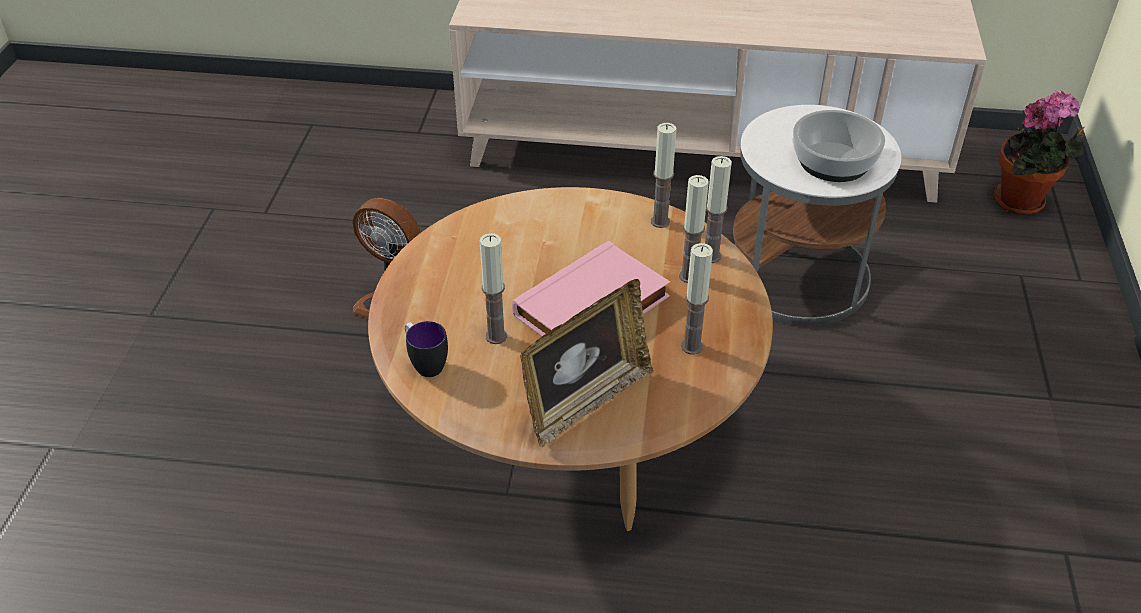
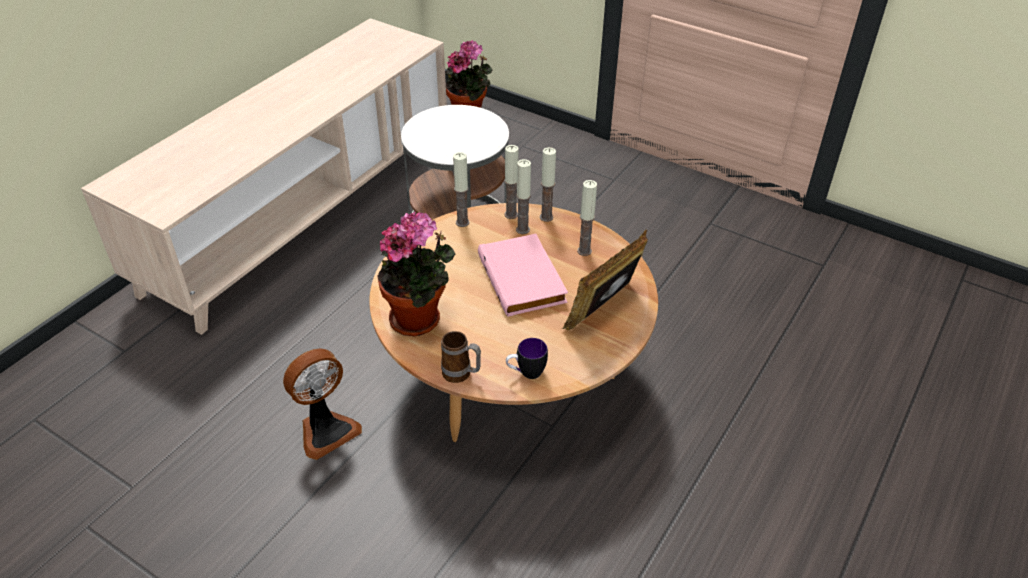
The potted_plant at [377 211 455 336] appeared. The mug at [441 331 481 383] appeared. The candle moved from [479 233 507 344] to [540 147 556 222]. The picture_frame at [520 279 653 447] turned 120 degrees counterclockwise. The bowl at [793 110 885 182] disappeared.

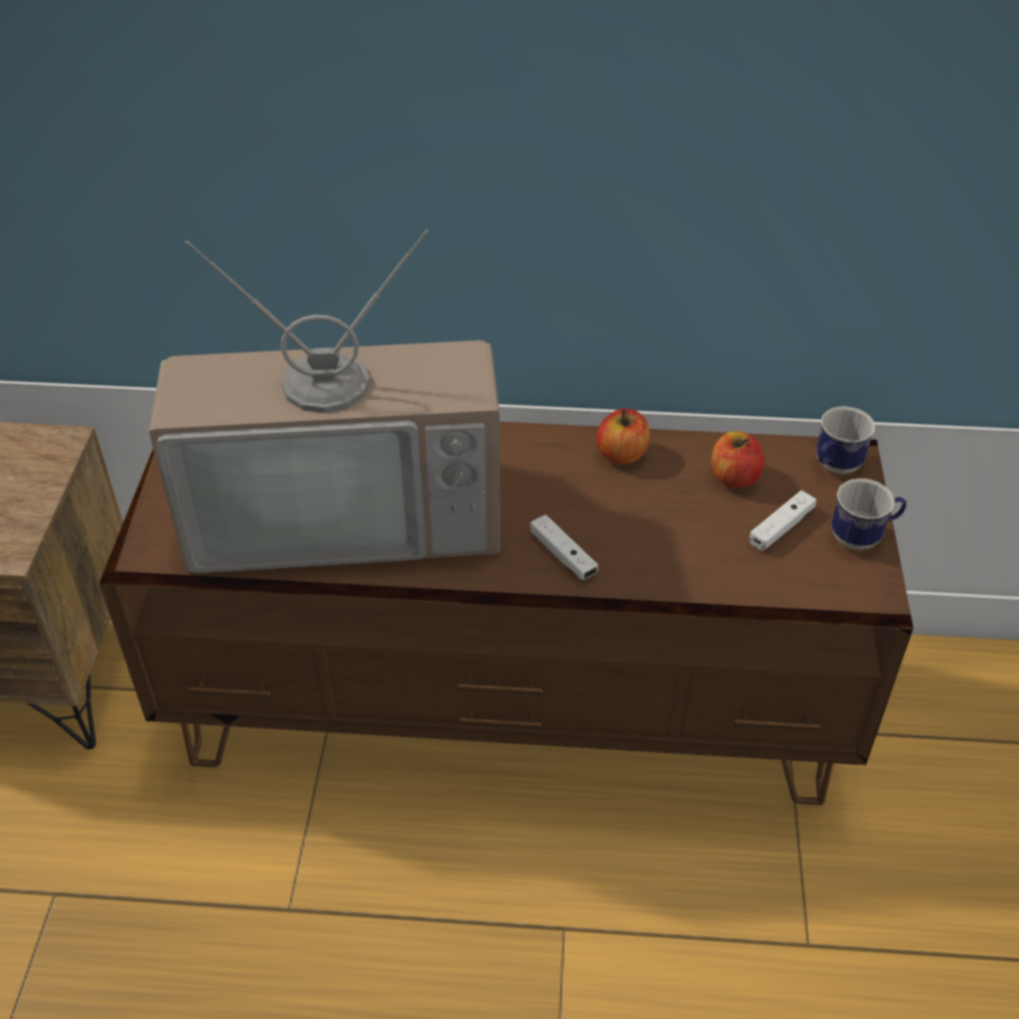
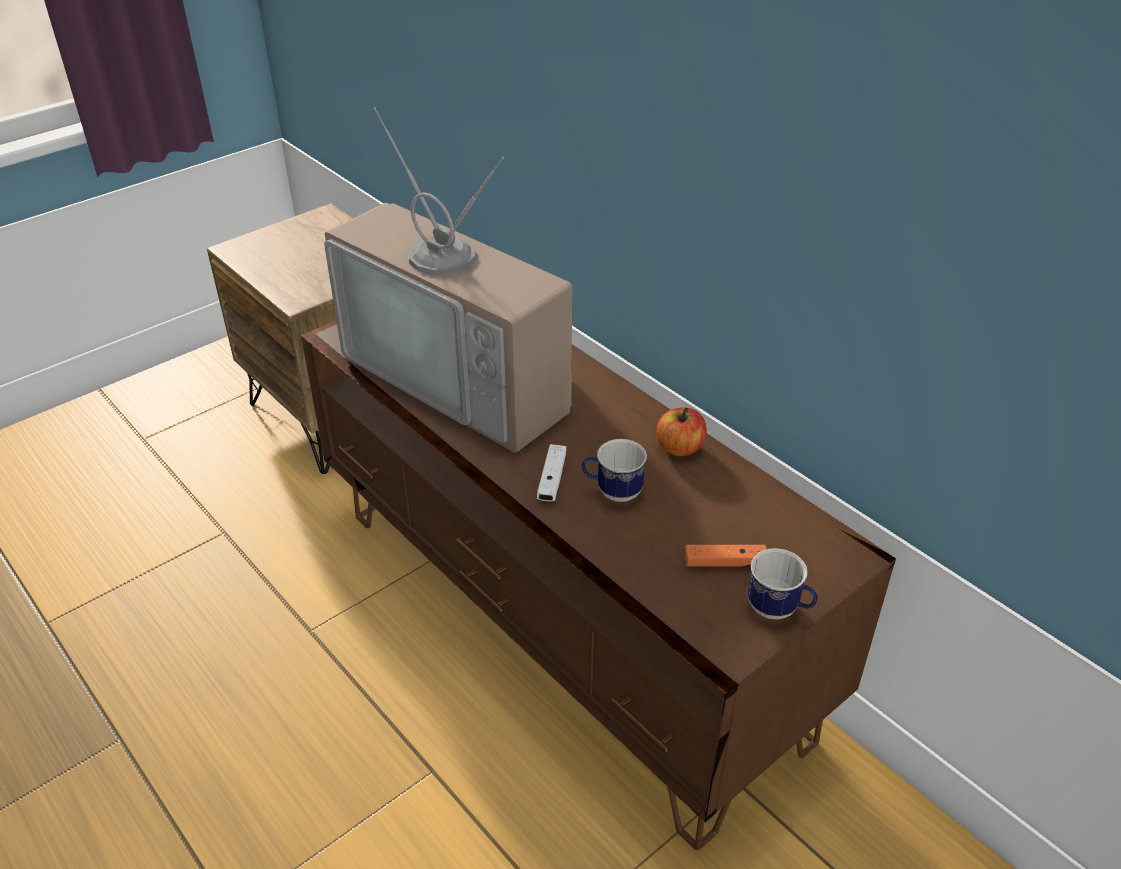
The mug moved from [816 406 875 474] to [582 439 647 502]. The white_game_controller at [749 490 817 551] became the orange_game_controller at [685 545 767 567]. The apple at [711 431 765 488] disappeared.

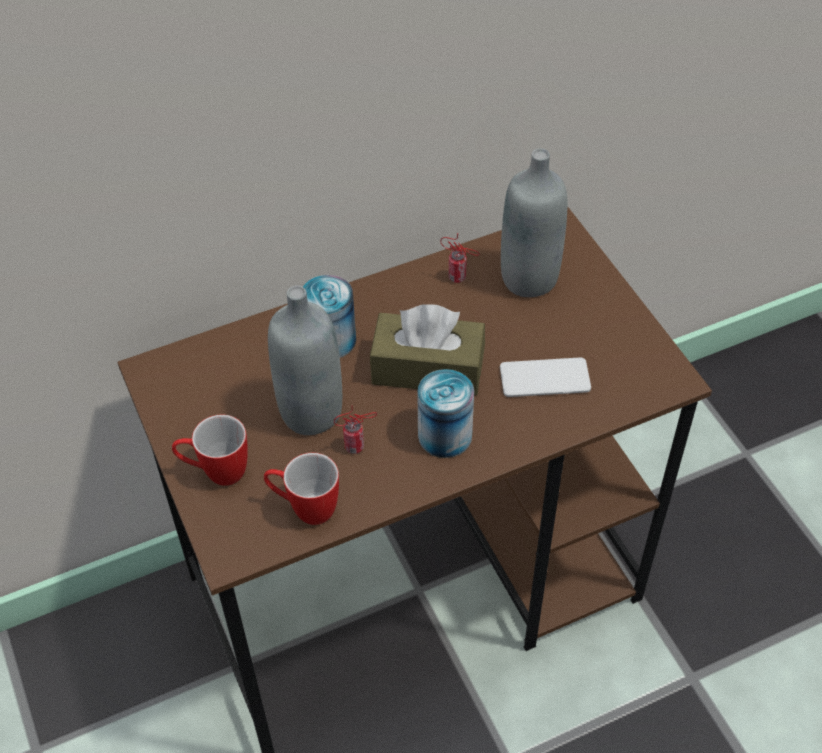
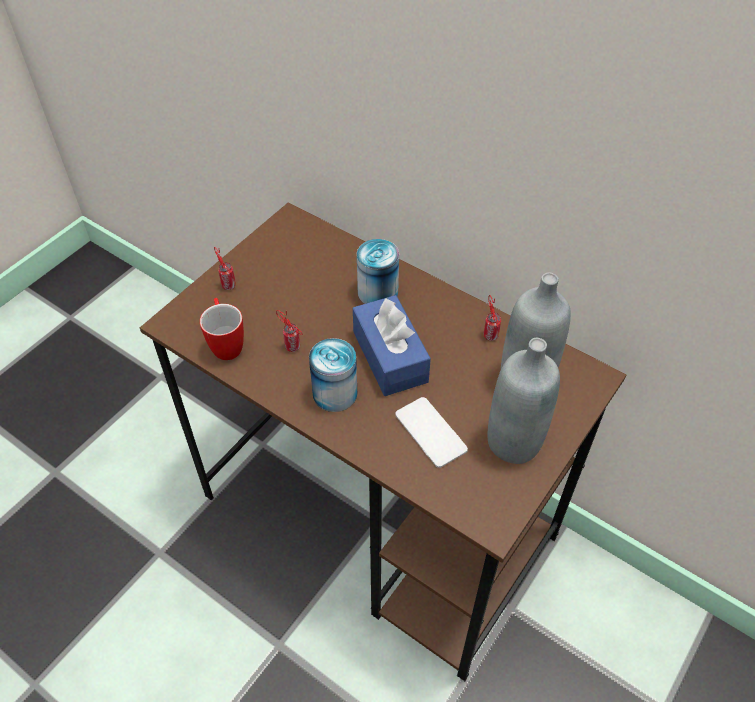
The mug at [172 415 248 486] was replaced by the can at [214 247 236 290]. The brown_tissue_box at [370 304 485 395] became the blue_tissue_box at [353 295 431 396]. The grey_bottle moved from [268 285 342 435] to [487 338 560 464].

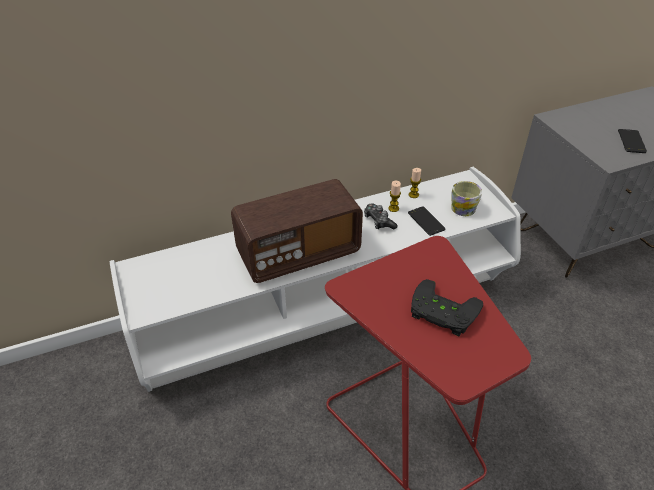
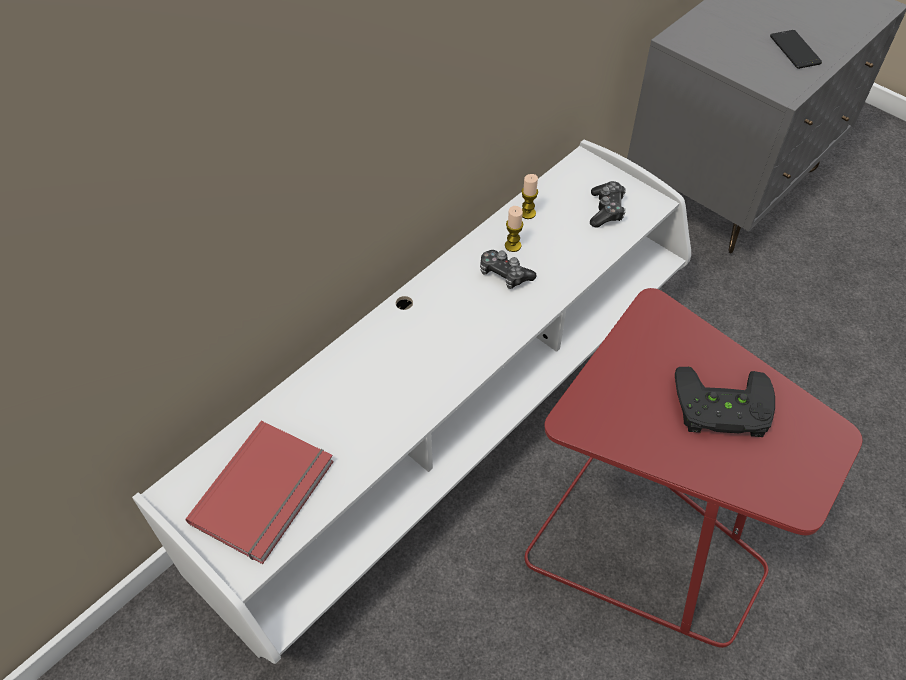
The red_book at [185 421 334 564] appeared. The mug at [451 181 482 216] was replaced by the game_controller at [590 181 626 228]. The radio at [231 179 363 283] disappeared. The phone at [408 206 445 236] disappeared.

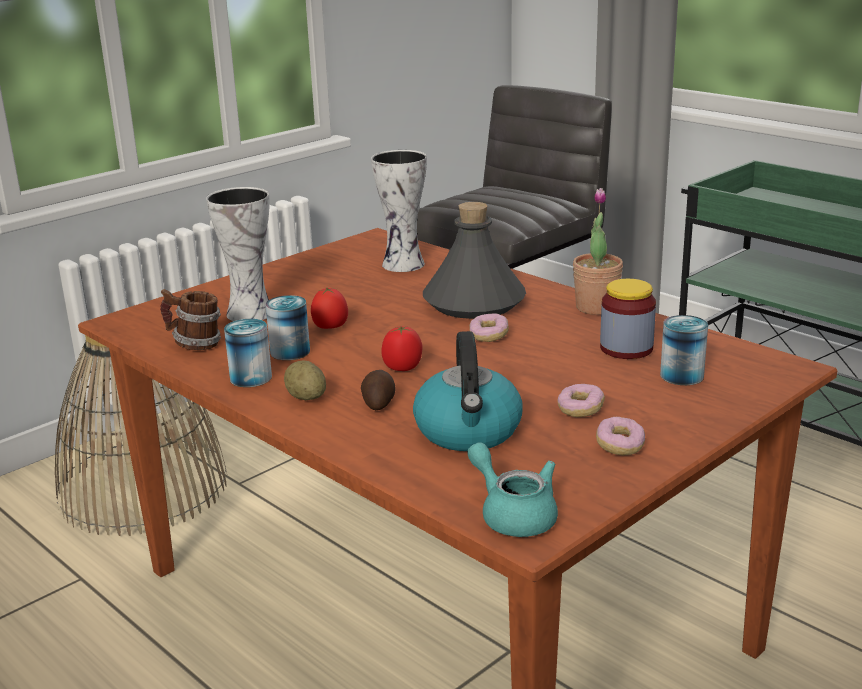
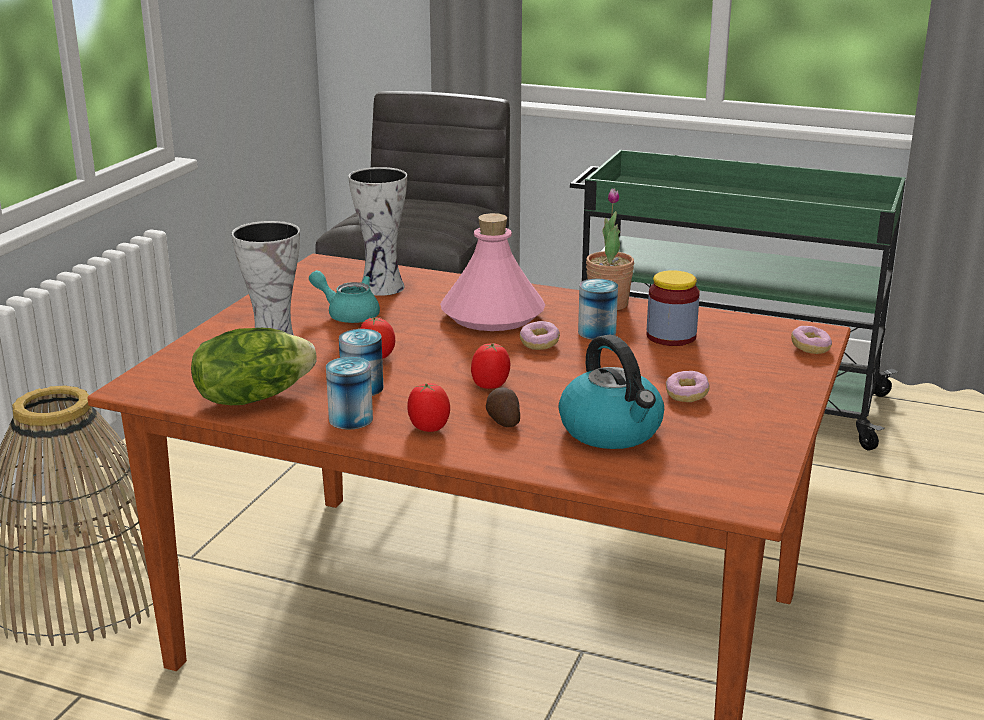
The mug at [160 289 221 350] was replaced by the lettuce at [191 328 317 405]. The turquoise_teapot moved from [467 442 558 537] to [309 270 380 323]. The potato at [284 361 326 400] was replaced by the tomato at [407 383 450 432]. The grey_bottle at [423 202 526 319] became the pink_bottle at [440 213 545 331]. The can moved from [660 315 708 385] to [578 279 618 340]. The donut moved from [596 417 645 455] to [791 326 832 354].

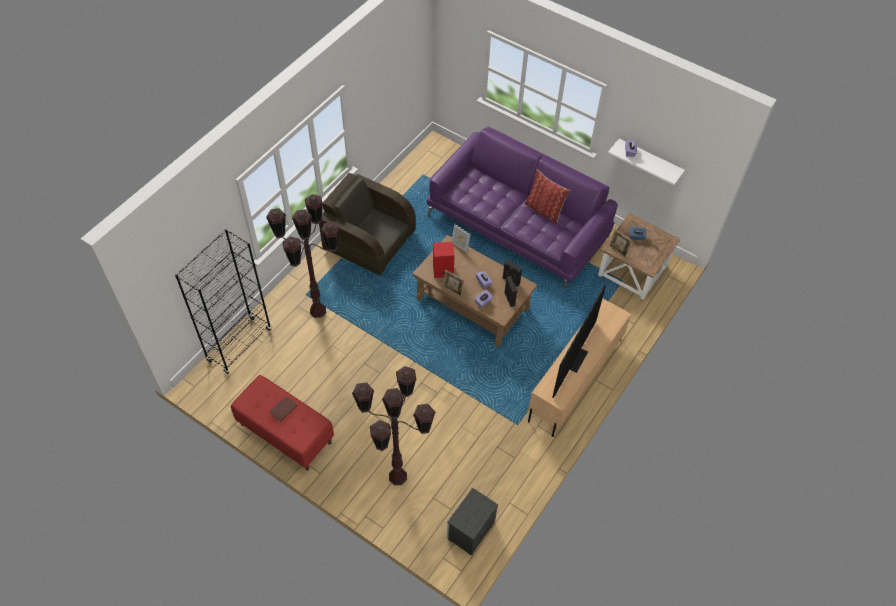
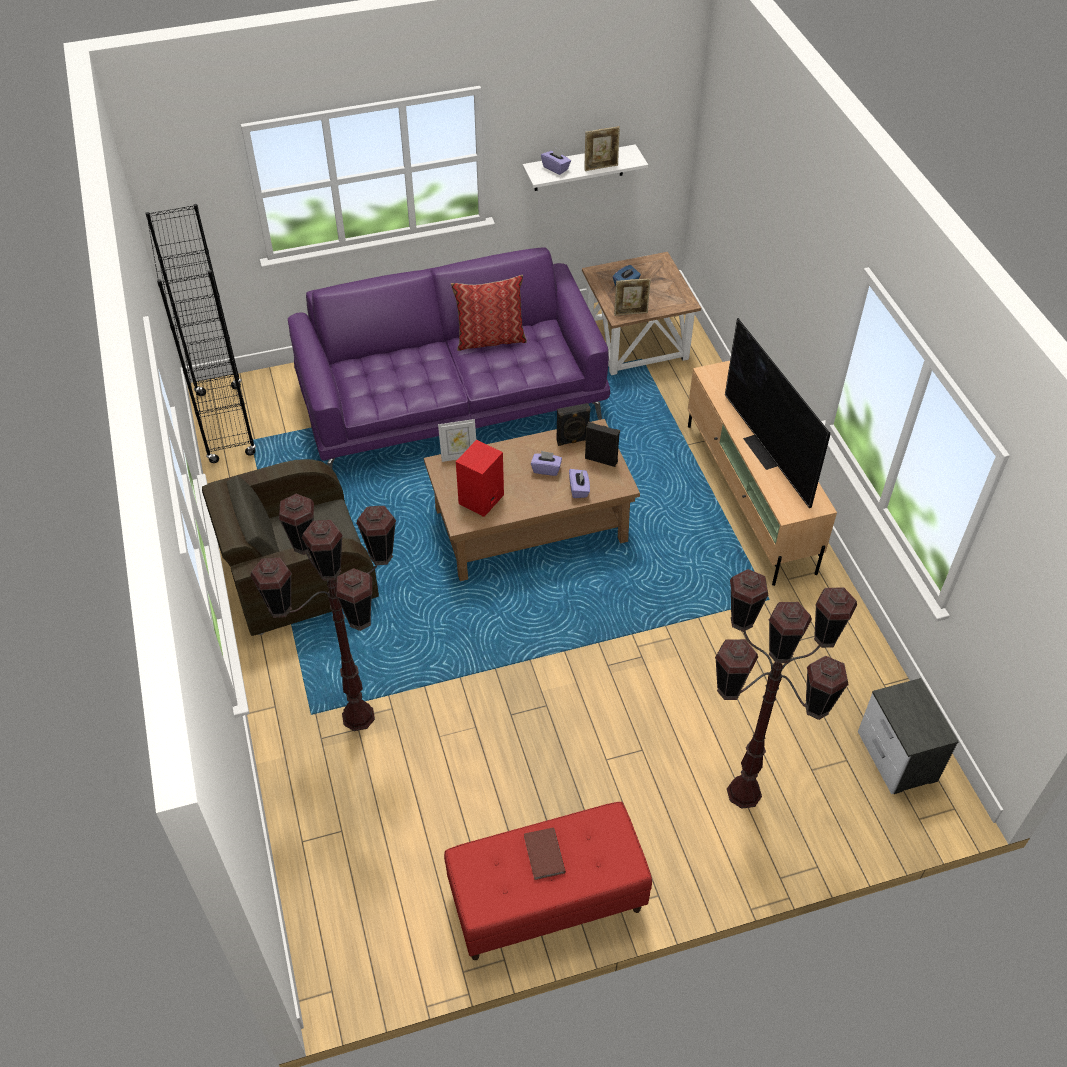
The black_bookcase moved from [175 229 271 374] to [145 204 256 463]. The picture_frame moved from [443 270 464 297] to [584 126 620 171].

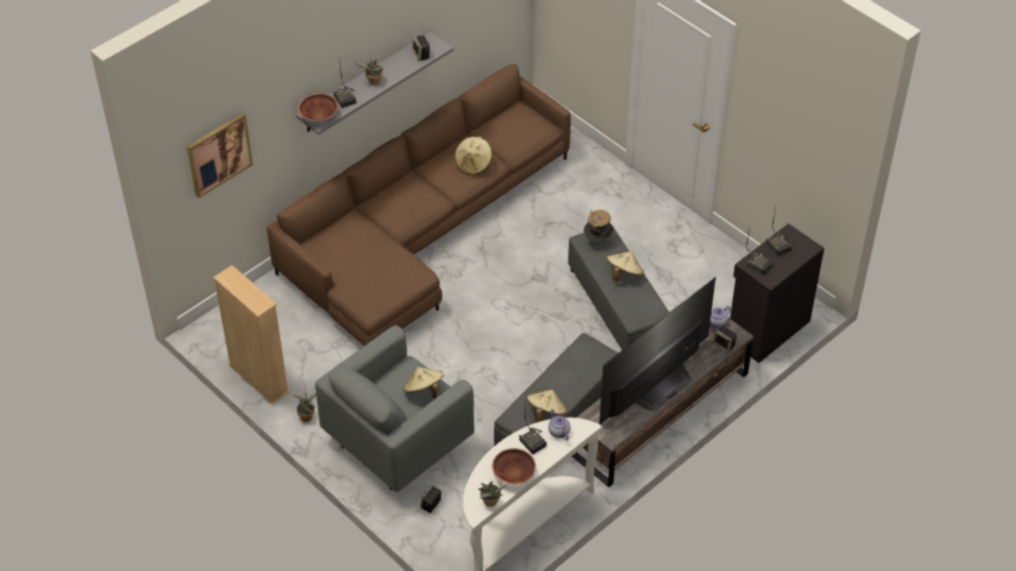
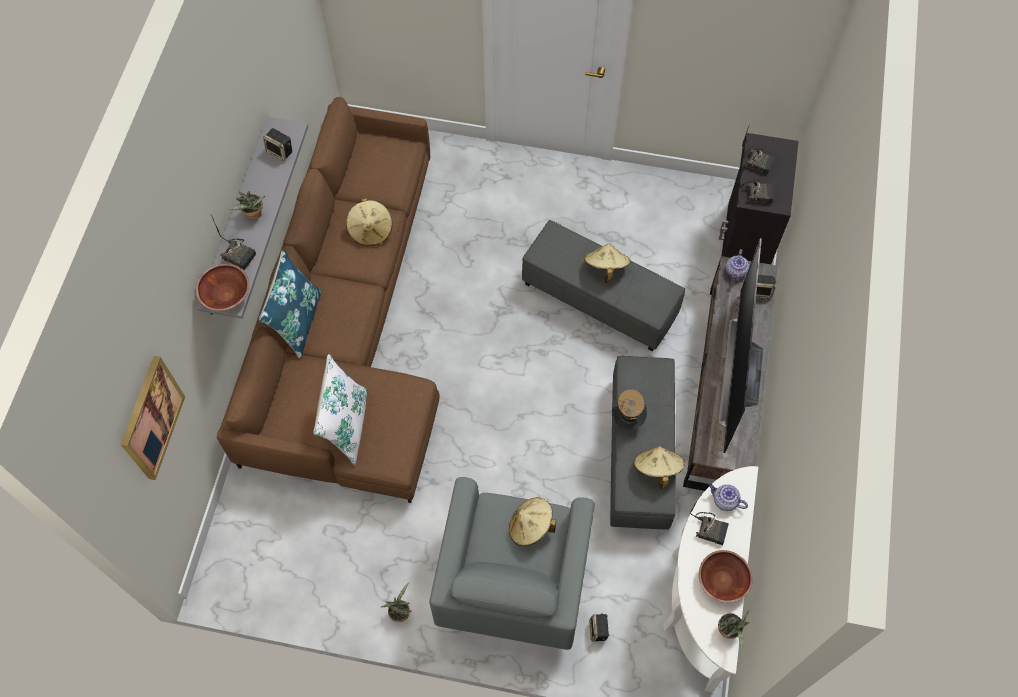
The blue_pillow at [259 249 322 359] appeared. The white_pillow at [313 354 368 465] appeared. The hat moved from [584 210 614 242] to [612 389 647 430]. The beige_bookcase at [213 265 290 404] disappeared.

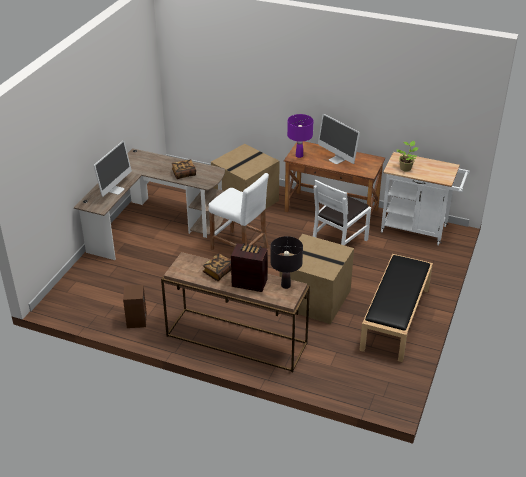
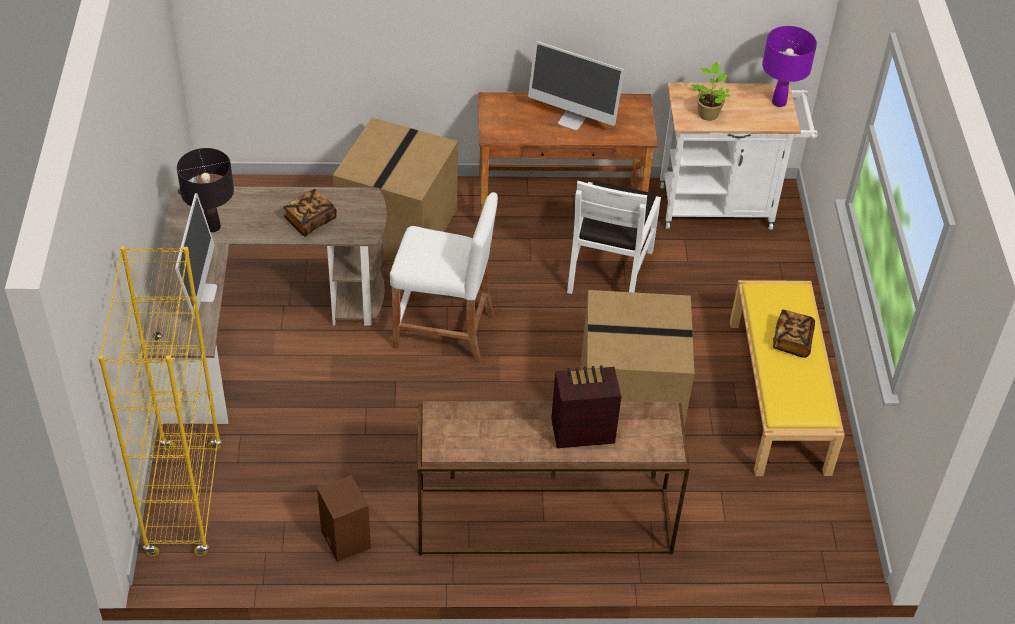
The yellow_bookcase at [98 246 222 556] appeared. The black_table_lamp moved from [270 236 303 289] to [177 148 234 232]. The black_bench at [359 254 433 362] became the yellow_bench at [730 280 845 476]. The purple_table_lamp moved from [287 114 313 158] to [762 26 817 107]. The book moved from [203 253 231 281] to [773 310 815 358].

